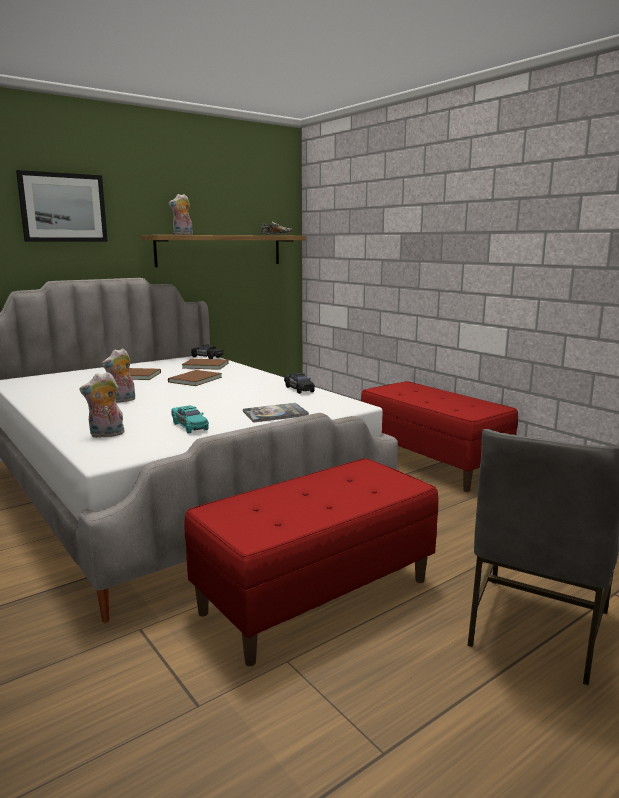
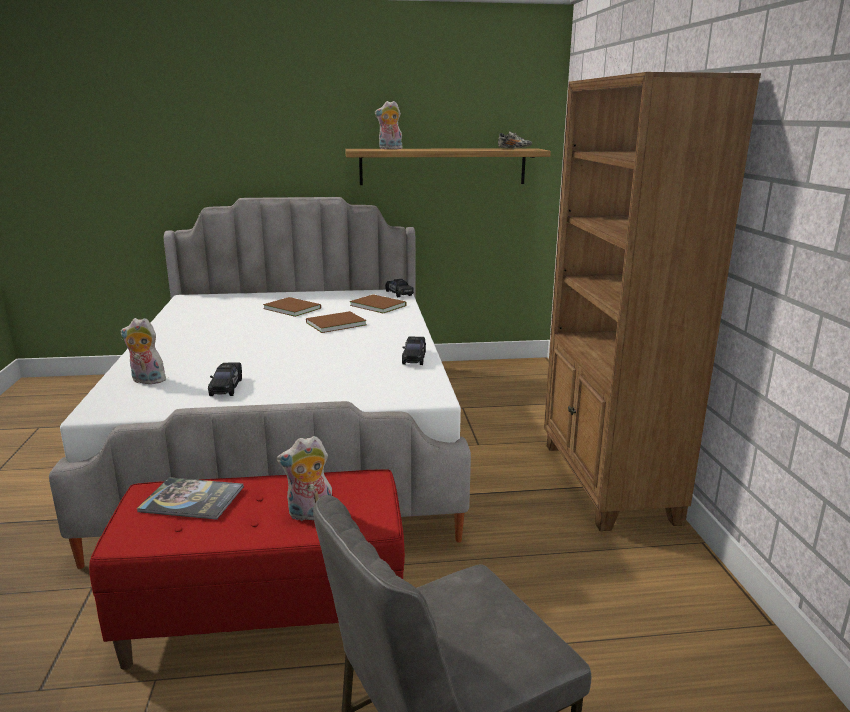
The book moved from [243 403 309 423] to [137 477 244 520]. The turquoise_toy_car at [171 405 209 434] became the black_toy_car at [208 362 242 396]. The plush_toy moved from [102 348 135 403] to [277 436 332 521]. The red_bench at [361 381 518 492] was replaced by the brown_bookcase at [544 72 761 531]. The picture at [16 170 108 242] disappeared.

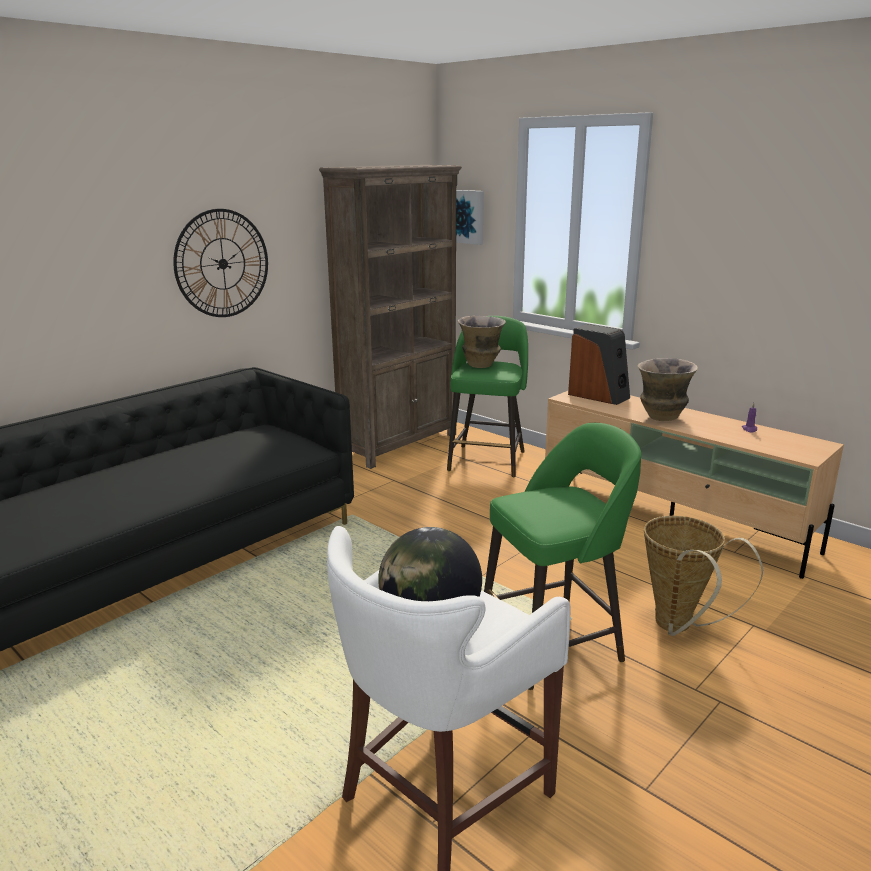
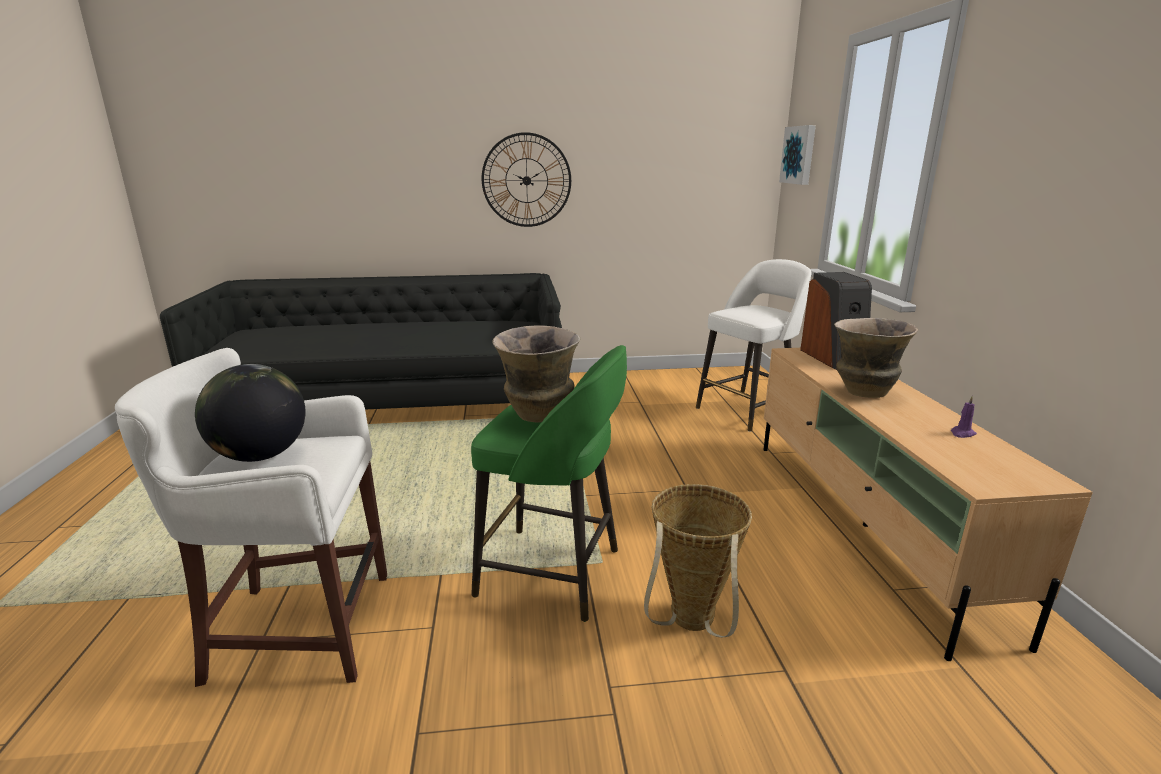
The vase moved from [458 316 506 368] to [492 325 580 422]. The green_stool at [447 316 528 477] became the white_stool at [696 259 812 432]. The brown_bookcase at [319 165 462 469] disappeared.

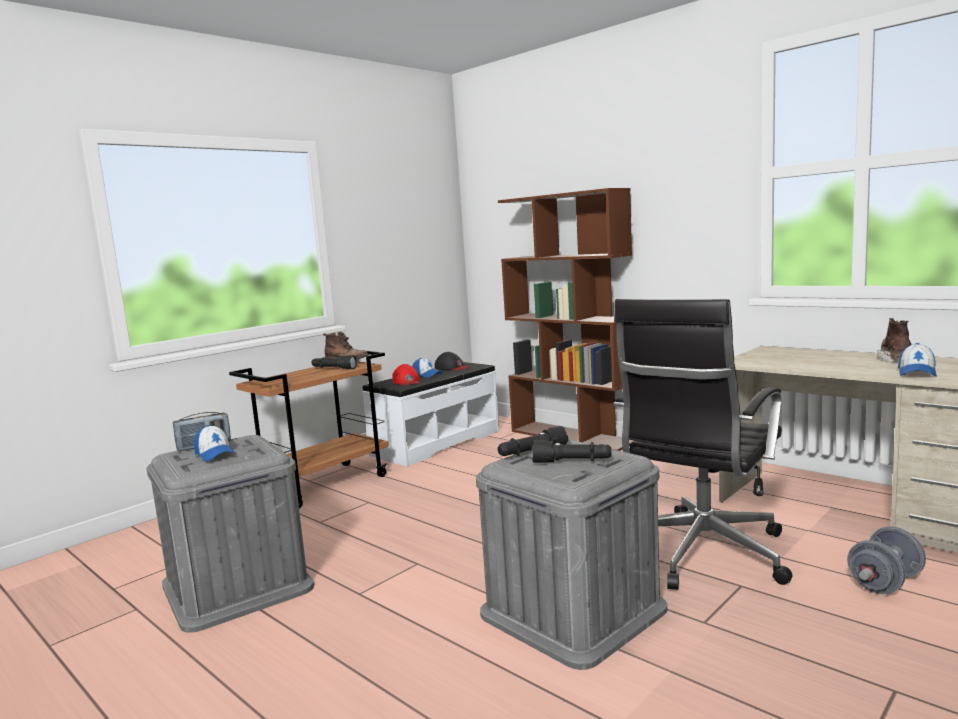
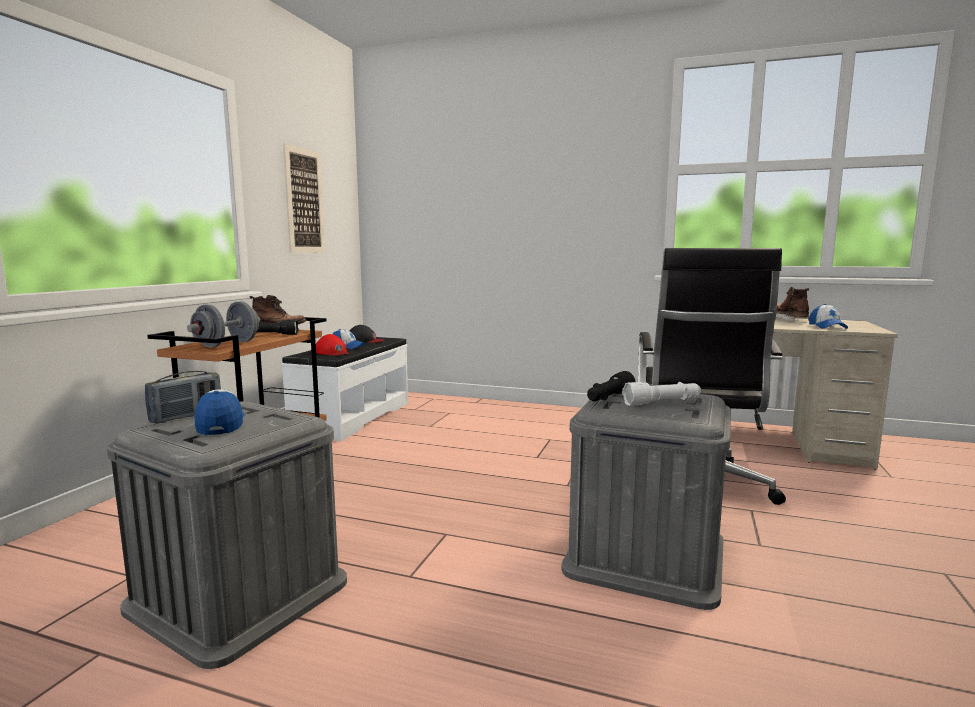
The grey_dumbbell moved from [847 526 926 594] to [187 301 260 348]. The cap at [194 425 237 462] turned 135 degrees counterclockwise. The picture at [283 144 326 253] appeared. The black_flashlight at [532 440 611 463] became the white_flashlight at [622 382 701 406]. The brown_bookcase at [498 188 634 451] disappeared.

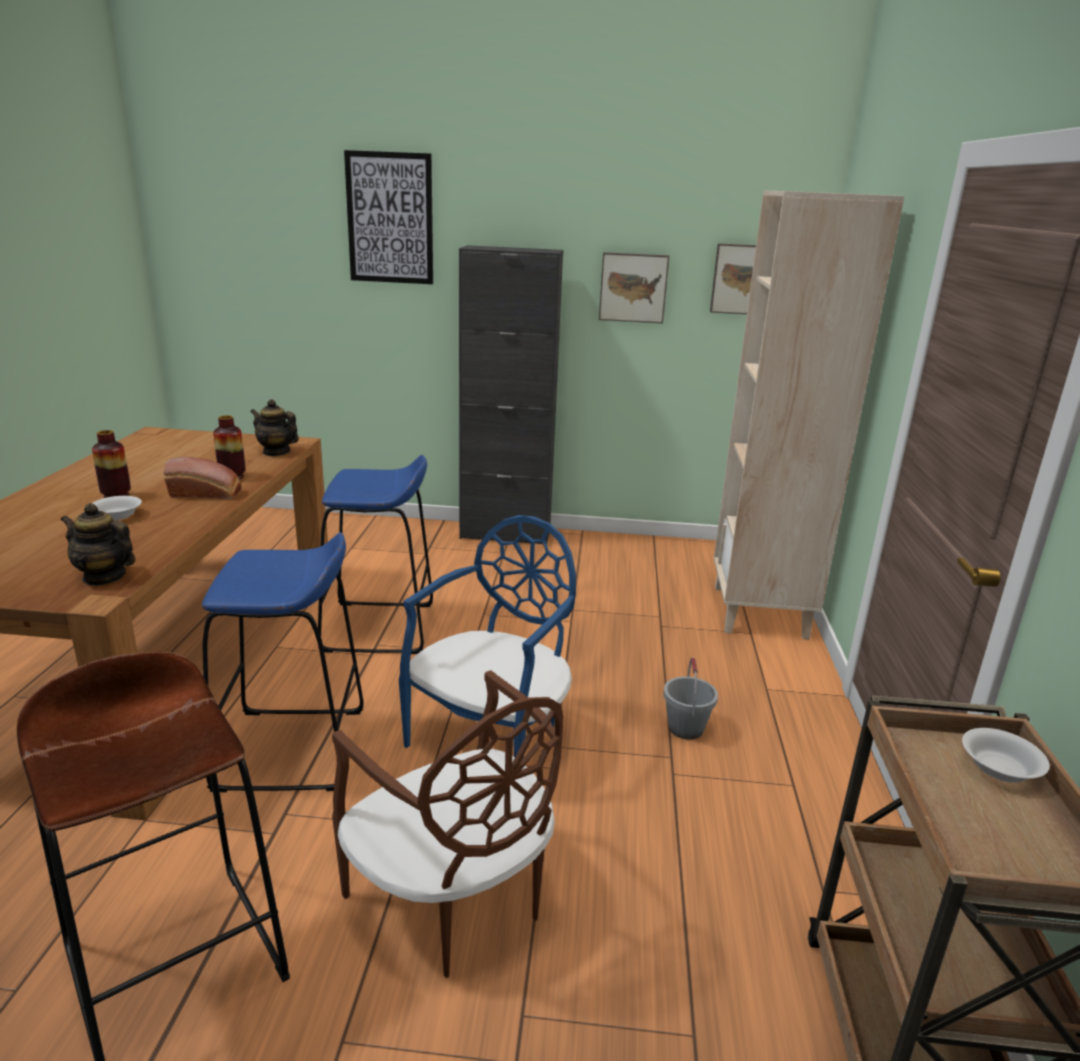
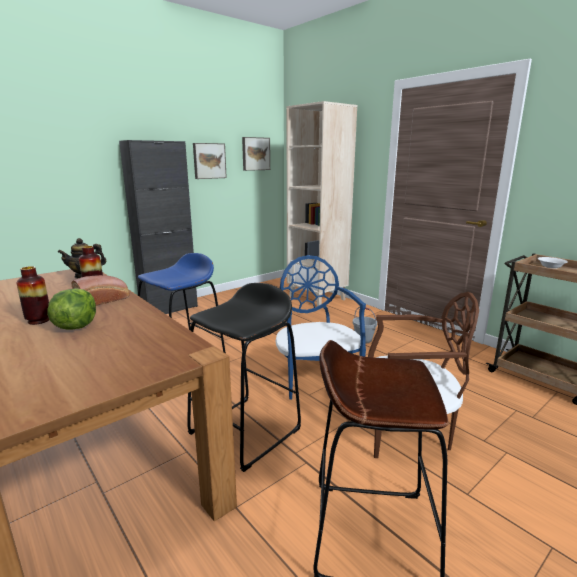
The white_bowl at [92 496 142 520] was replaced by the lettuce at [47 288 96 330]. The blue_stool at [201 532 363 792] became the black_stool at [187 283 301 472]. The teapot at [61 503 136 586] disappeared. The picture at [344 150 433 284] disappeared.

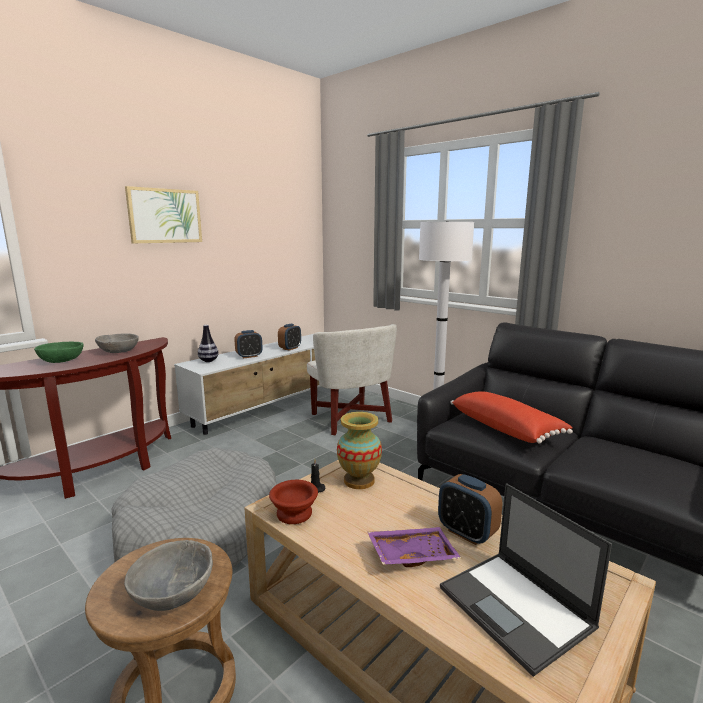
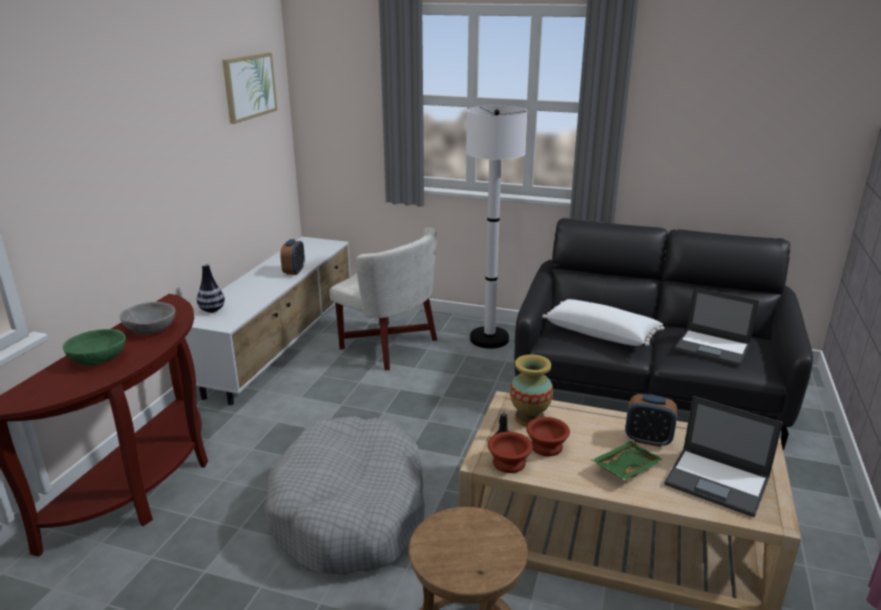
The picture moved from [125 186 202 243] to [222 52 277 124]. The brown_bowl at [526 417 570 456] appeared. The red_pillow at [451 391 573 444] became the white_pillow at [542 299 665 346]. The purple_tray at [368 527 461 567] became the green_tray at [592 441 663 480]. The laptop at [675 287 759 366] appeared. The grey_bowl at [124 540 213 611] disappeared. The alarm_clock at [234 330 263 358] disappeared.

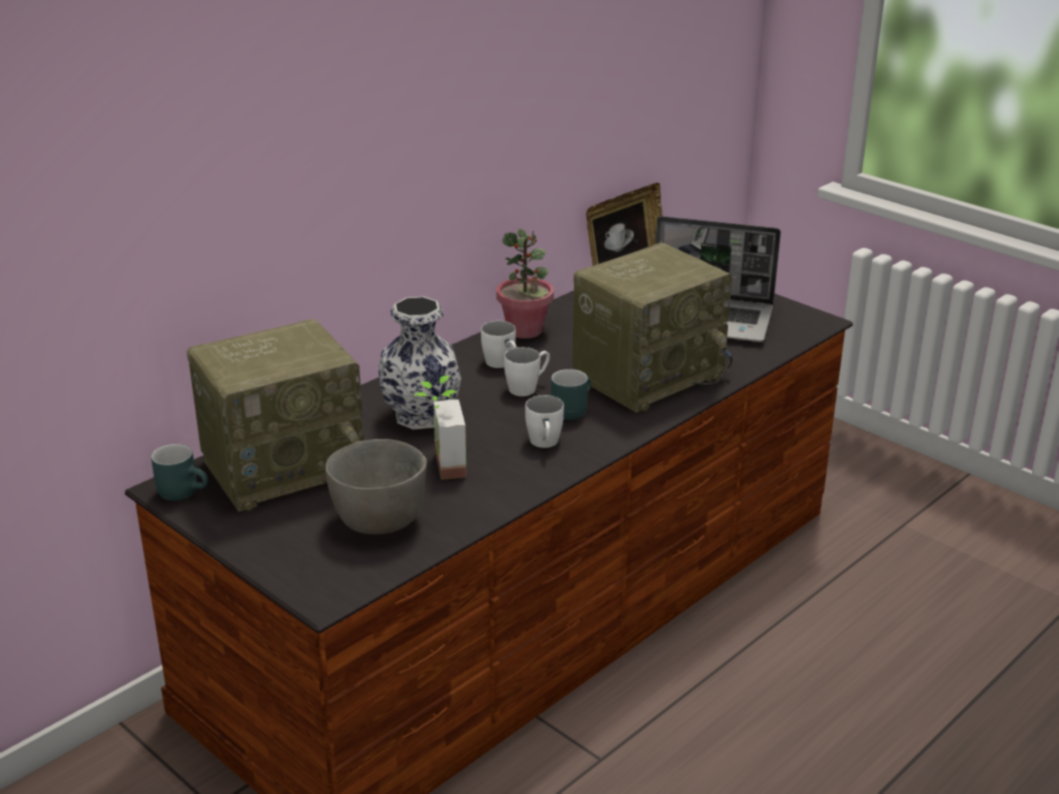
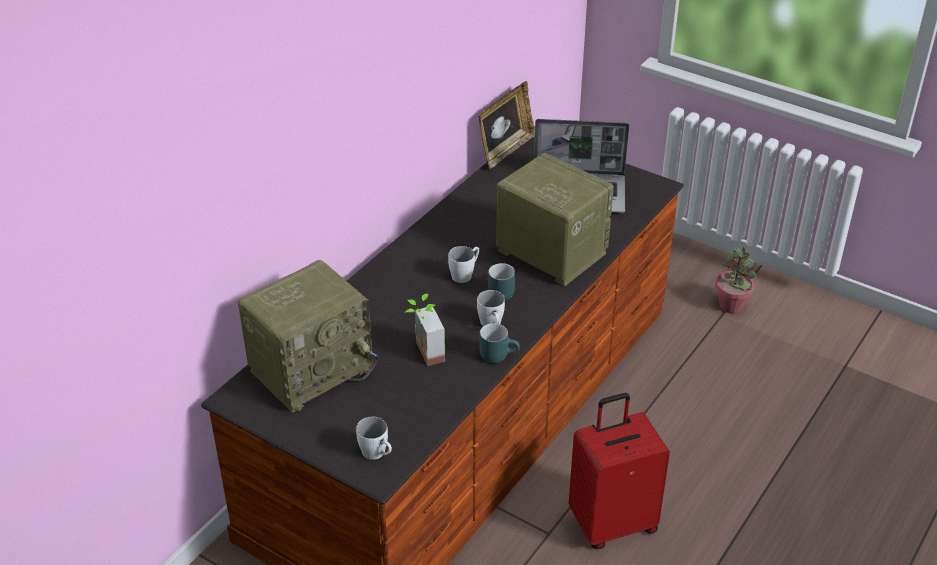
The white_mug moved from [481 321 517 368] to [356 417 392 460]. The turquoise_mug moved from [151 444 208 501] to [480 323 520 364]. The radio at [572 243 732 413] turned 90 degrees counterclockwise. The red_suitcase at [568 393 670 549] appeared. The potted_plant moved from [496 229 554 339] to [715 247 756 313]. The grey_bowl at [325 439 427 534] disappeared. The vase at [378 297 461 429] disappeared.

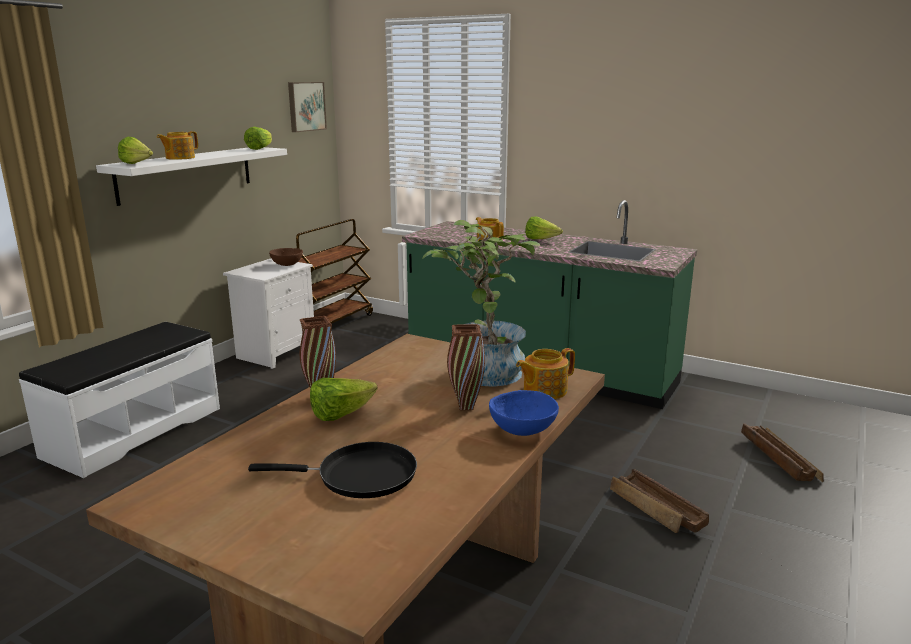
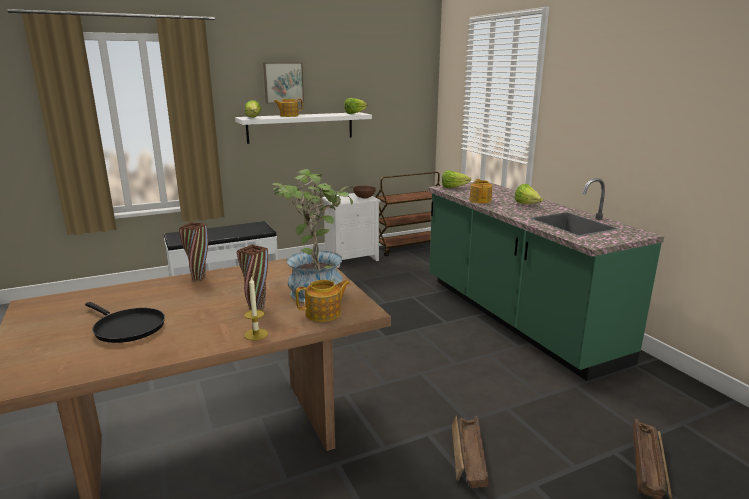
The blue_bowl at [489 390 559 436] was replaced by the candle at [244 277 268 341]. The picture moved from [288 82 327 132] to [263 63 304 104]. The teapot at [516 348 575 399] turned 150 degrees clockwise. The lettuce moved from [310 378 378 421] to [442 170 471 188].

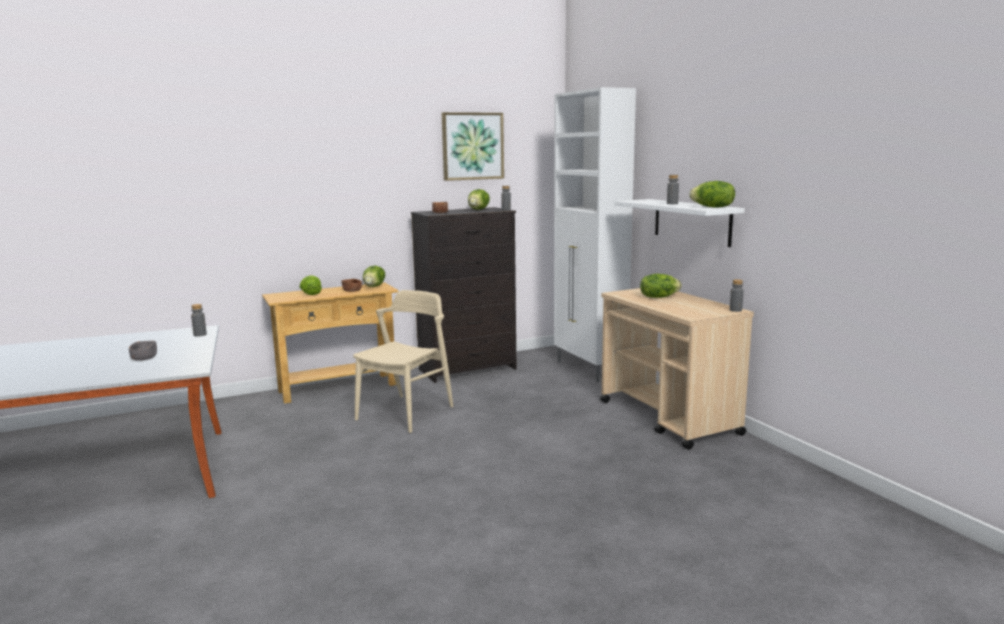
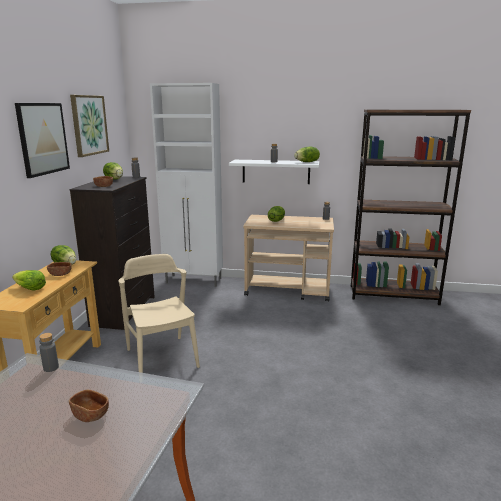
The picture at [15 103 70 178] appeared. The grey_bowl at [128 341 157 361] became the brown_bowl at [69 390 109 422]. The brown_bookcase at [351 109 471 305] appeared.

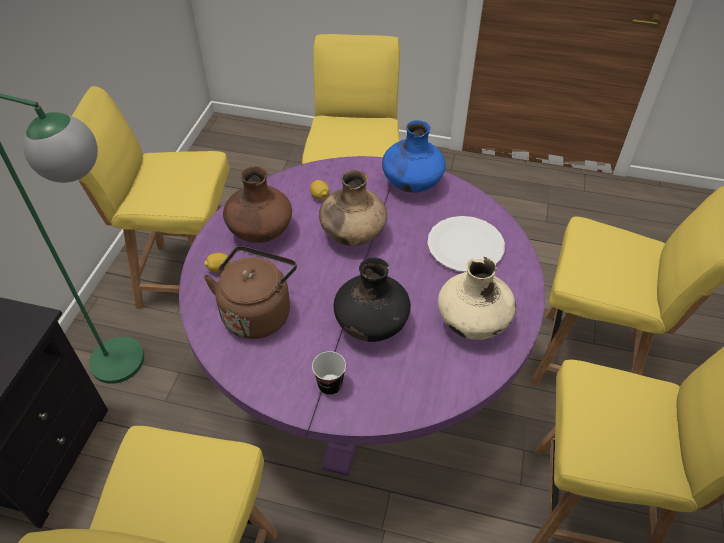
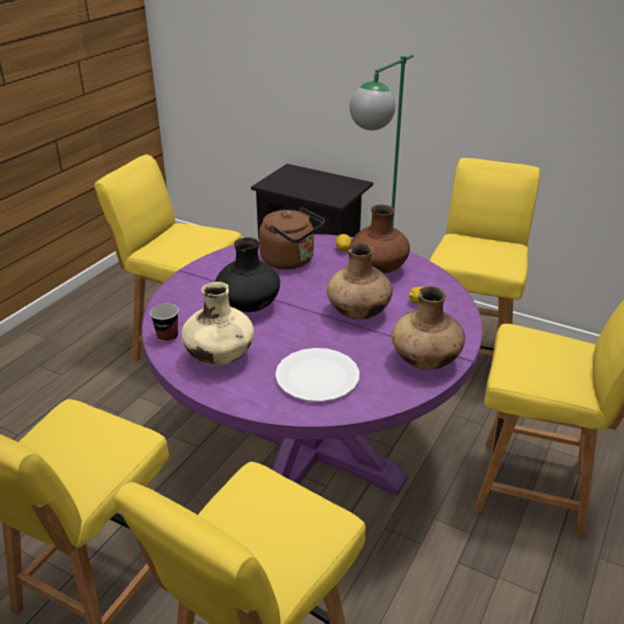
The cup moved from [312 351 346 395] to [150 304 179 343]. The blue_vase at [382 120 446 193] became the brown_vase at [392 286 465 370].

